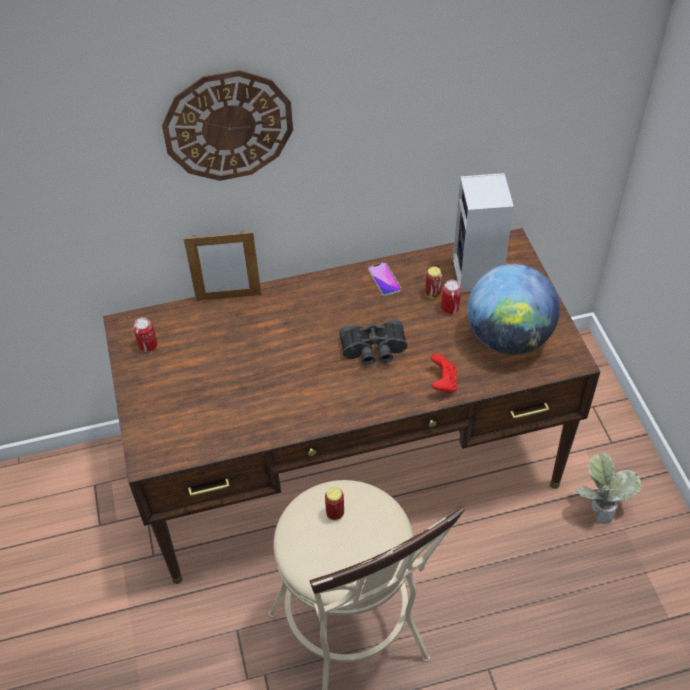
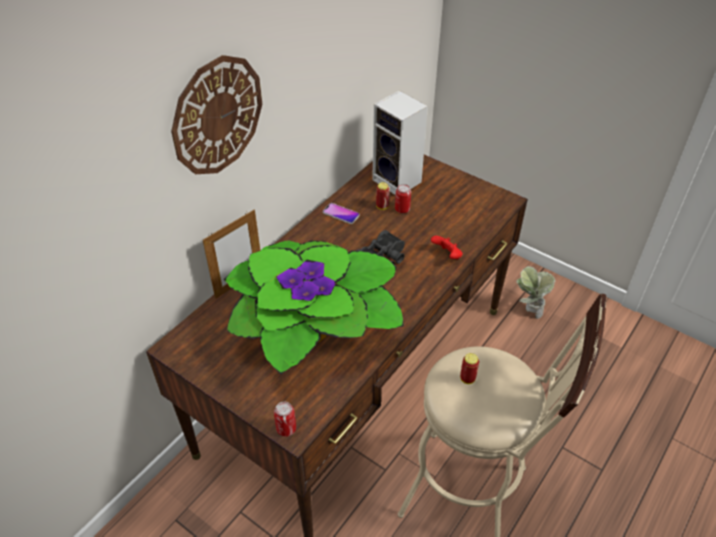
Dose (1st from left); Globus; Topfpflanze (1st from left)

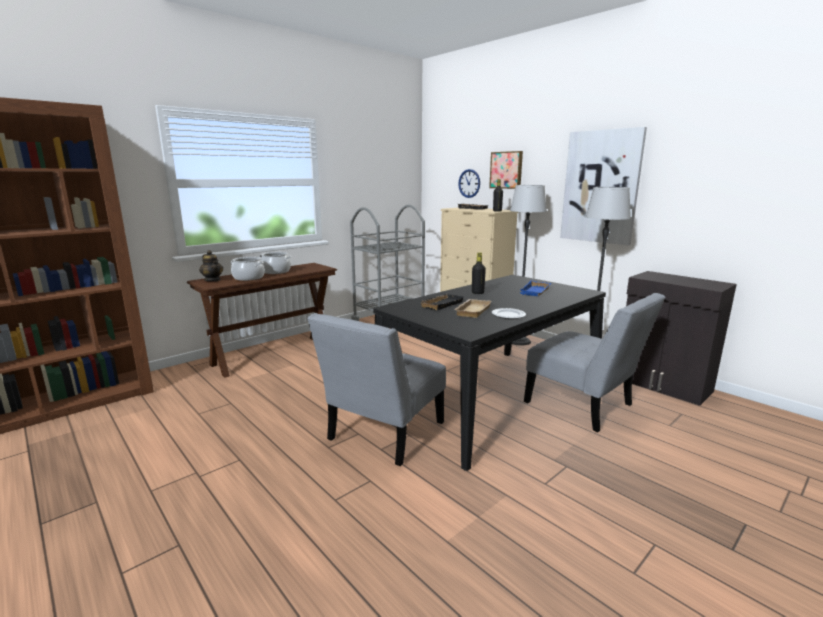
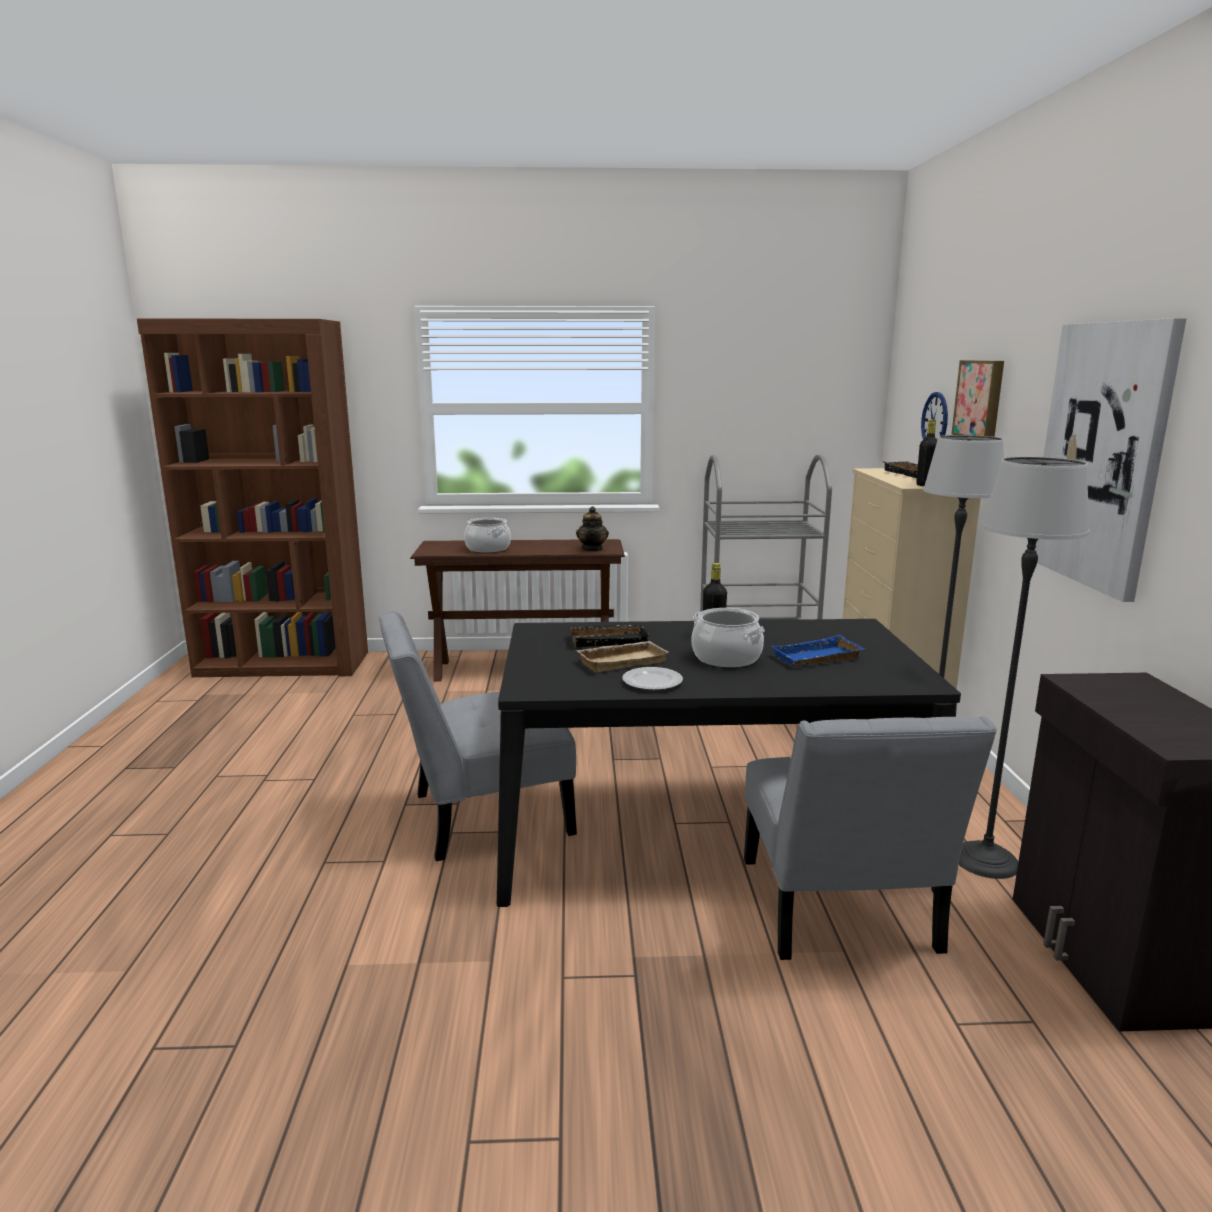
Teekanne; Kochtopf (2nd from left)

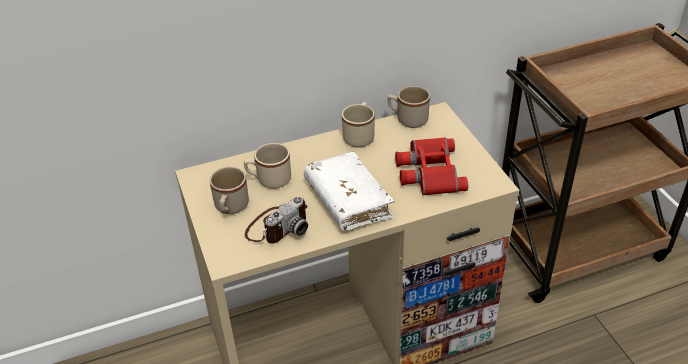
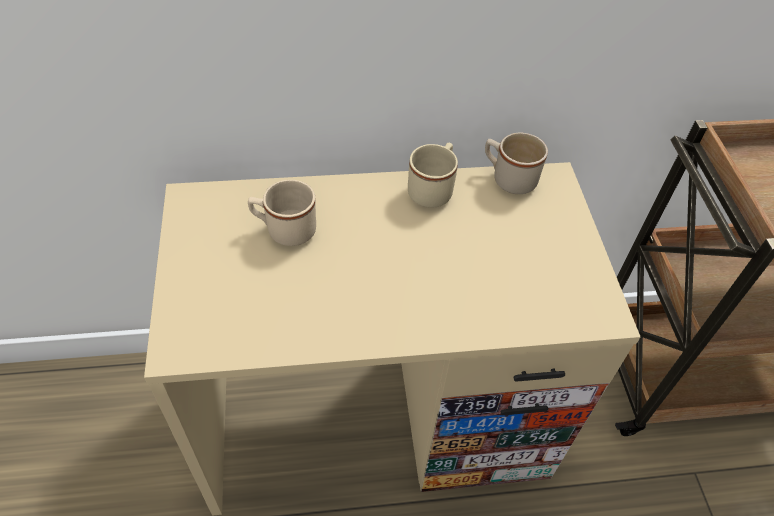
Henkelbecher/beige (1st from left in the first image); Kamera; Buch/weiß; Fernglas/rot

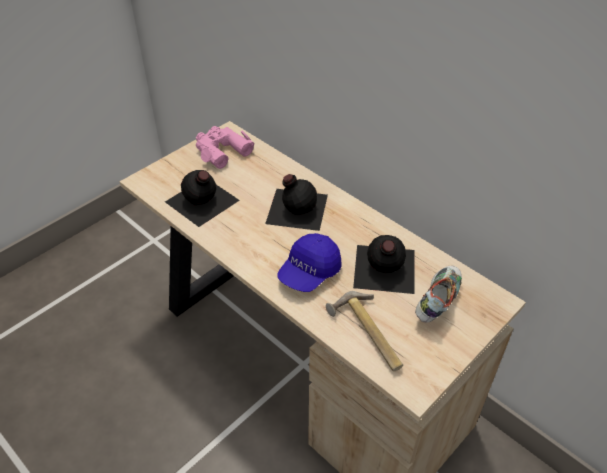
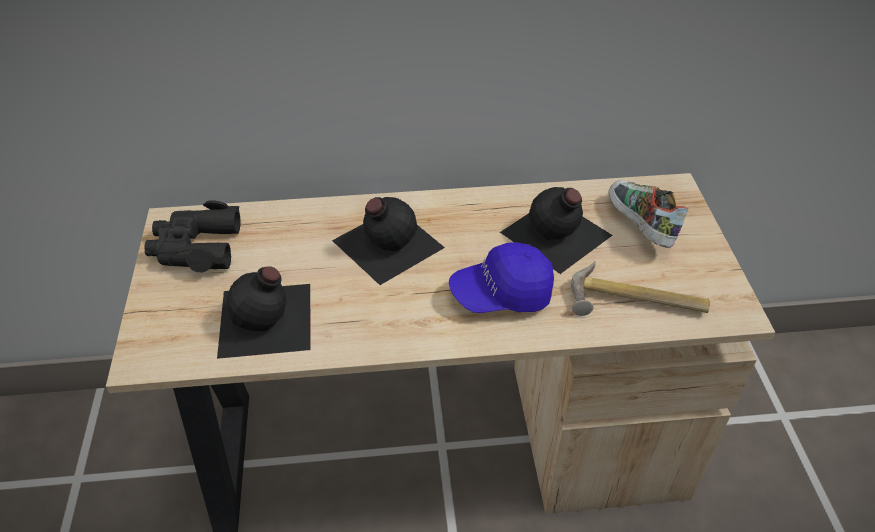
Fernglas/schwarz; Kappe/blau

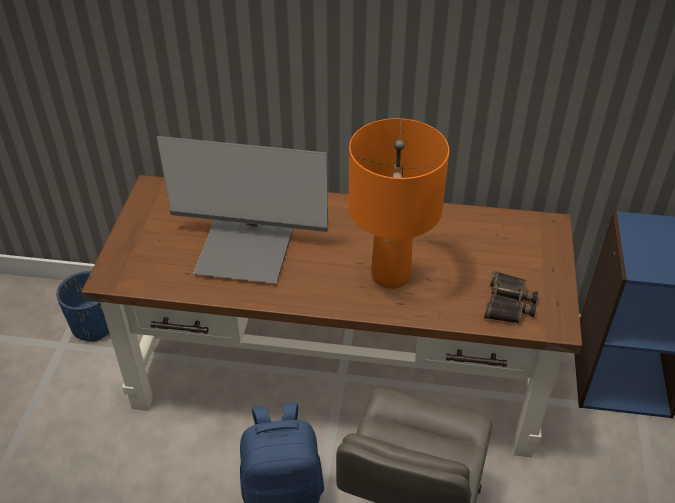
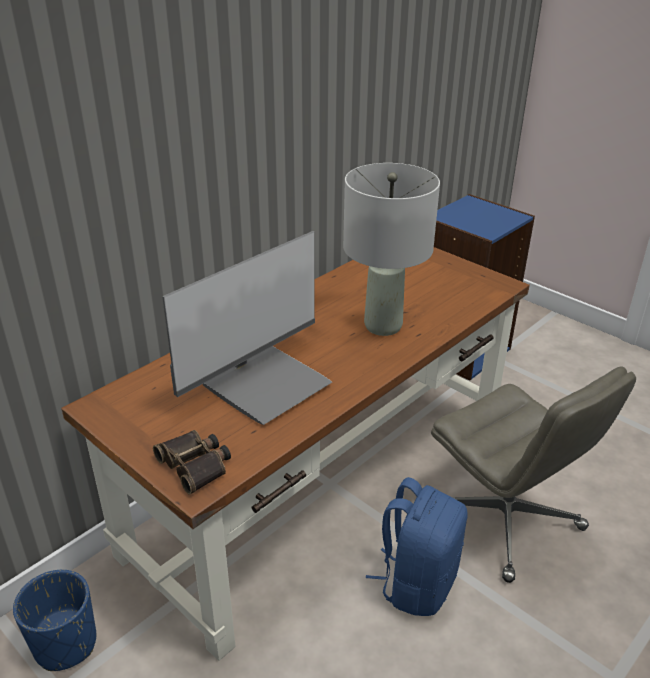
Tischlampe/grau; Fernglas

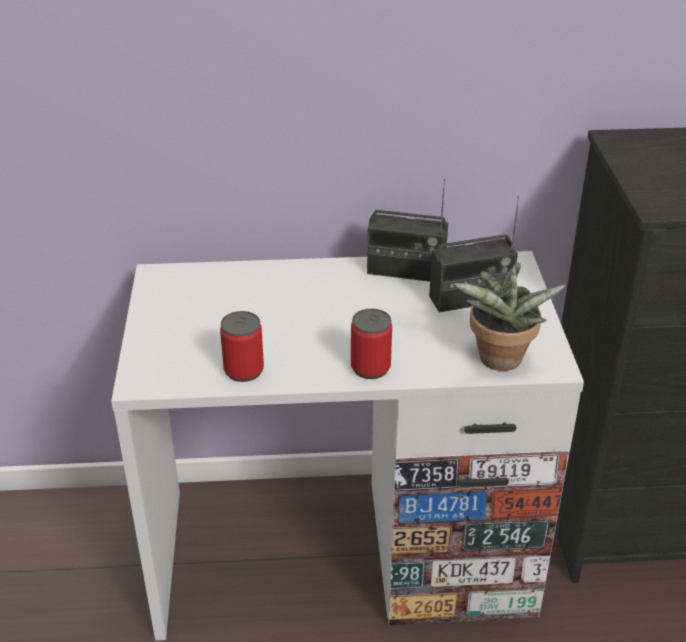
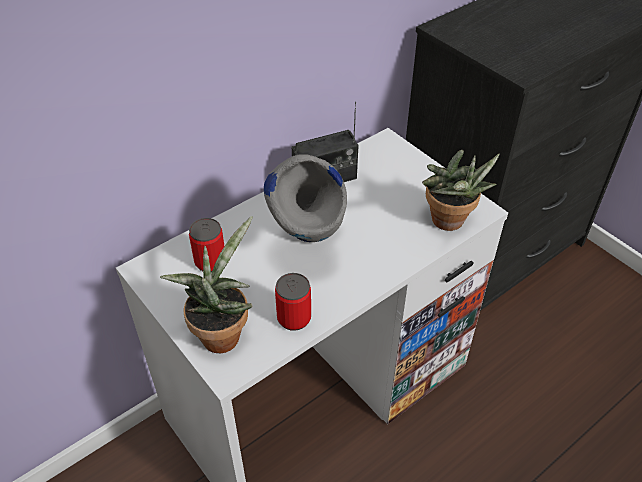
Dose (1st from left); Radio (2nd from left in the first image); Topfpflanze (1st from left); Vase/grau

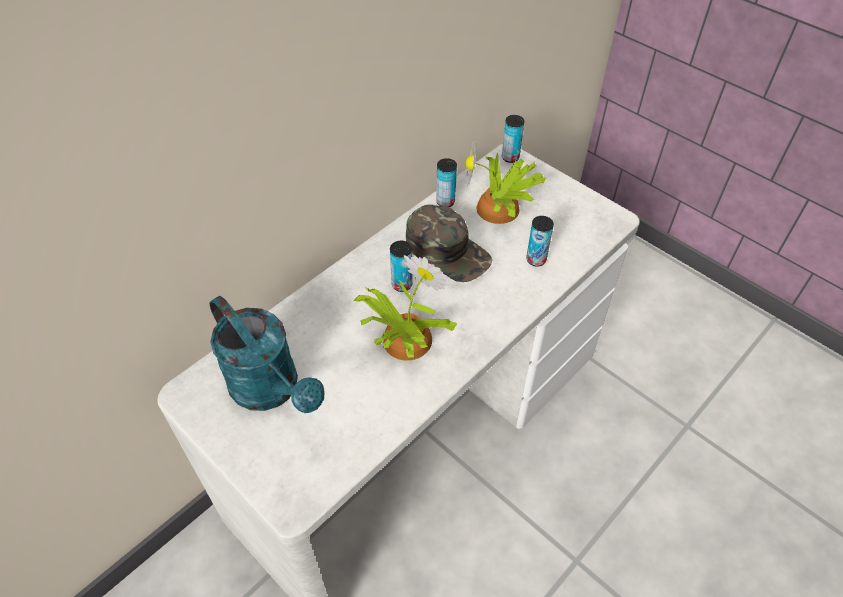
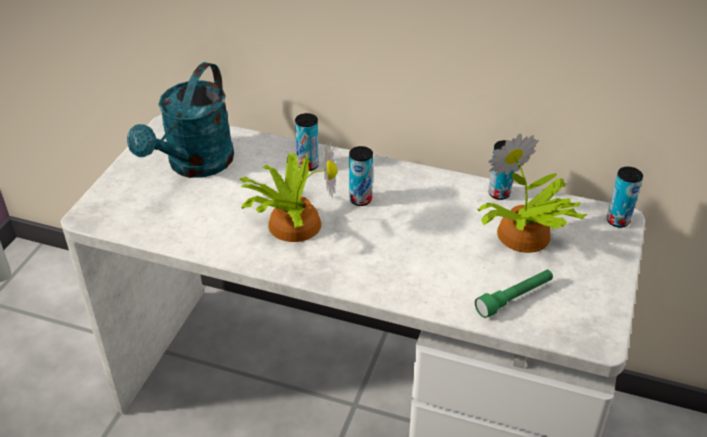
Kappe/grün; Dose (1st from left); Taschenlampe/grün

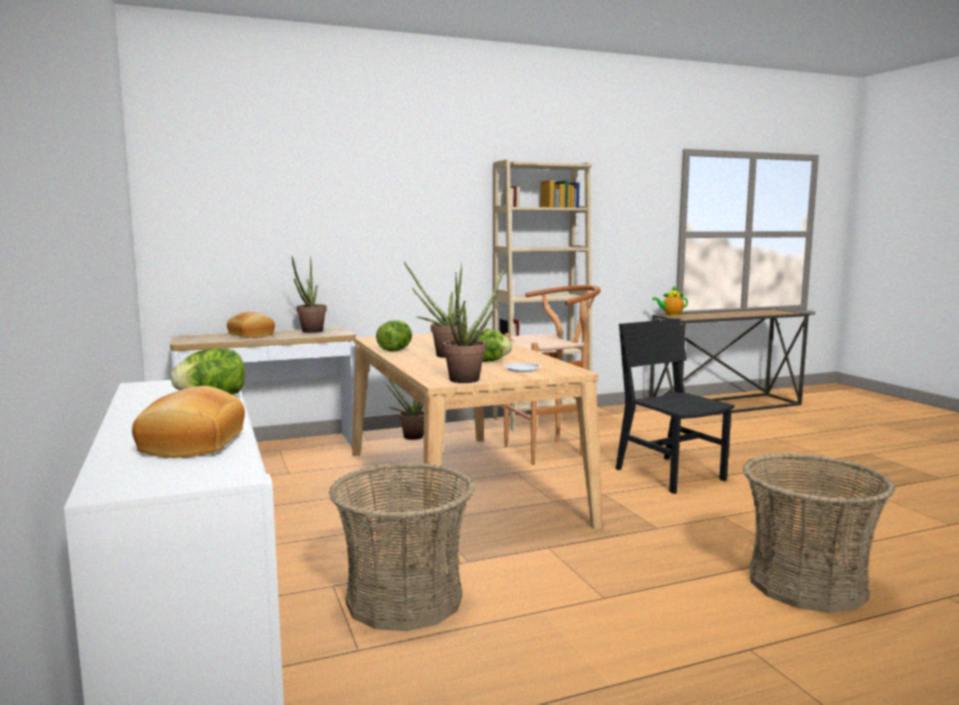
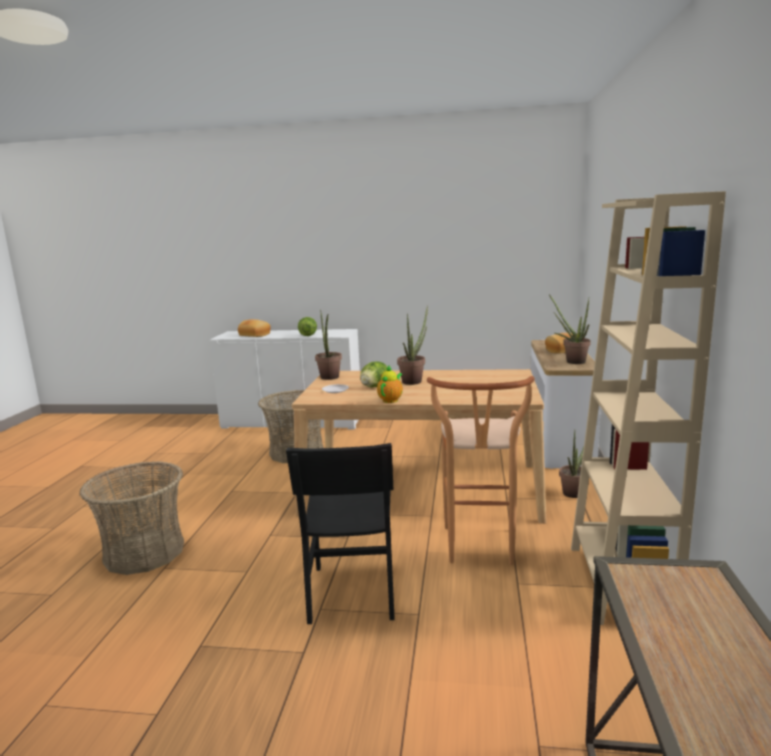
Salatkopf (2nd from left in the first image); Stuhl/schwarz; Teekanne

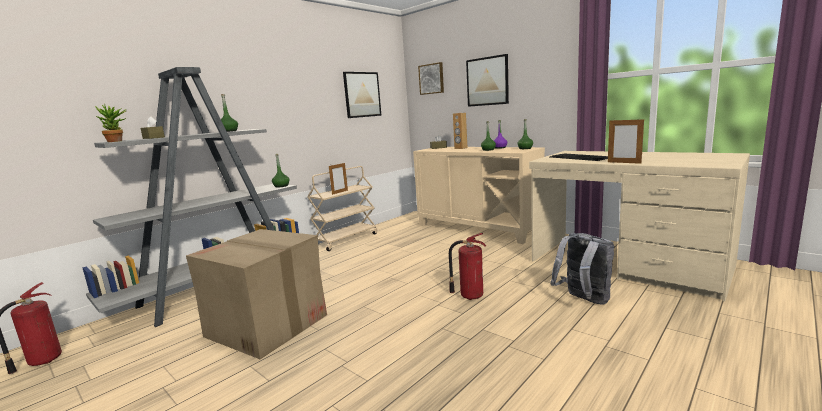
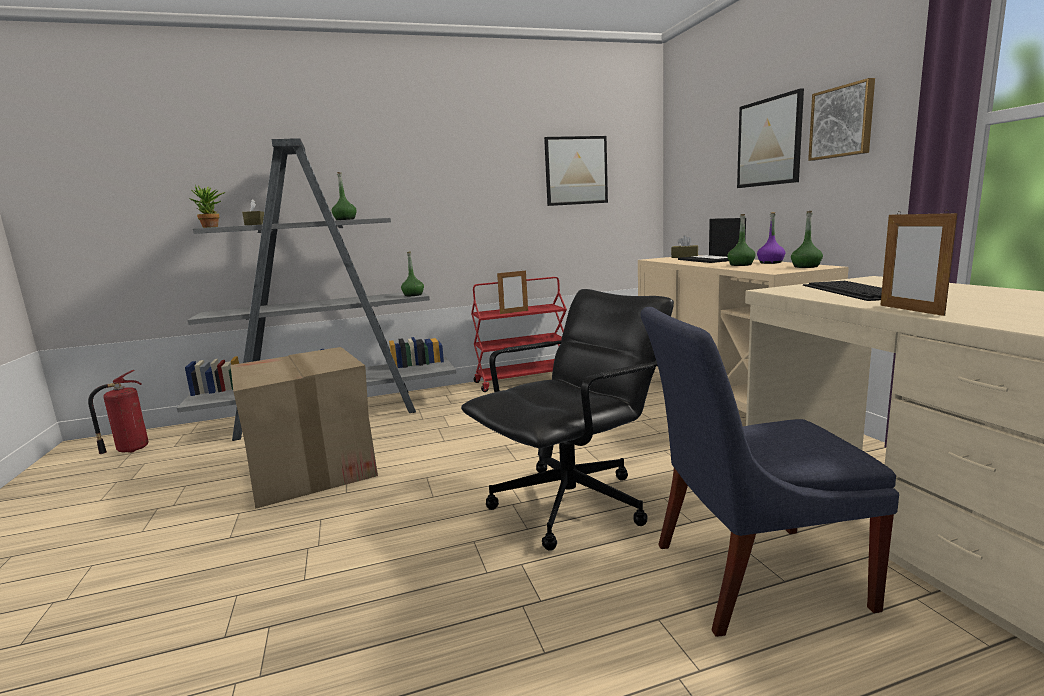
Rollwagen/rot; Bild (3rd from left); Bürostuhl/schwarz; Laptop; Stuhl/blau

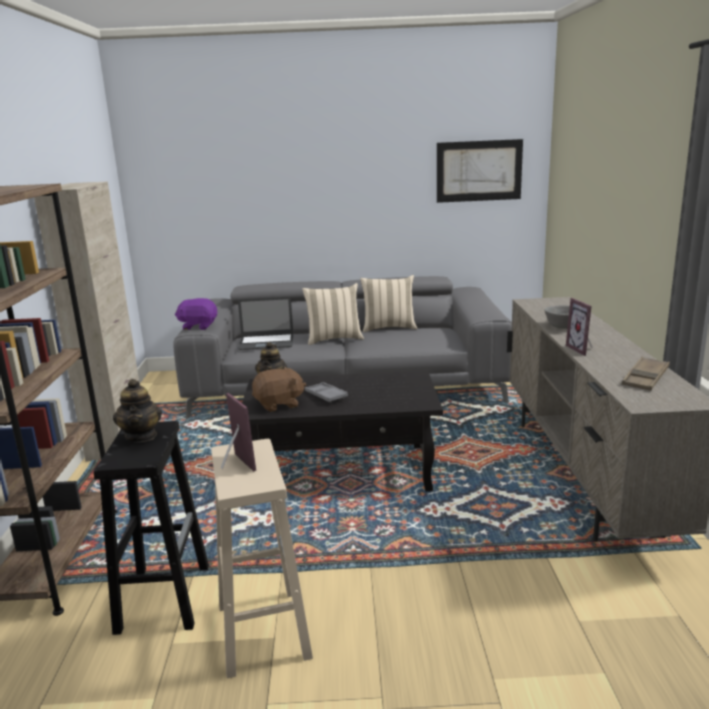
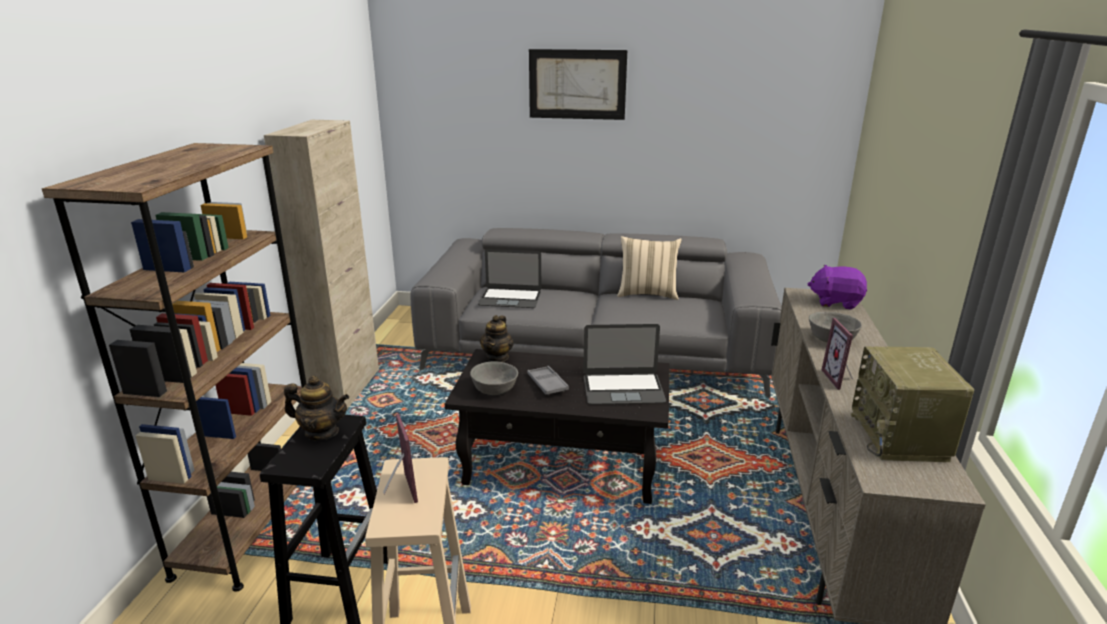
Teekanne (1st from left); Plüschtier/lila; Schüssel/grau (1st from left); Kissen/beige (1st from left in the first image); Bild; Radio; Laptop (2nd from left)

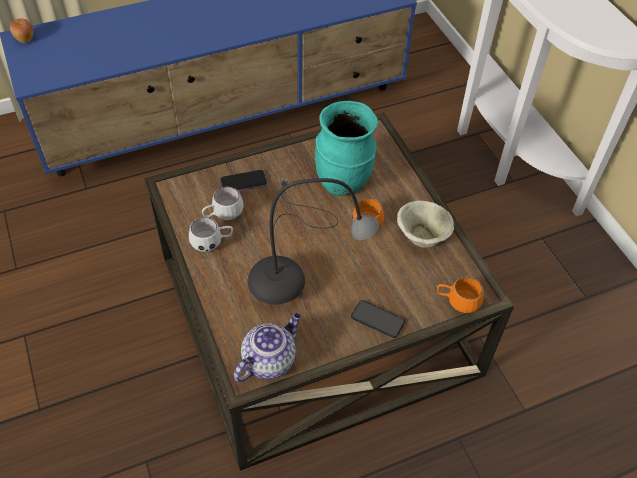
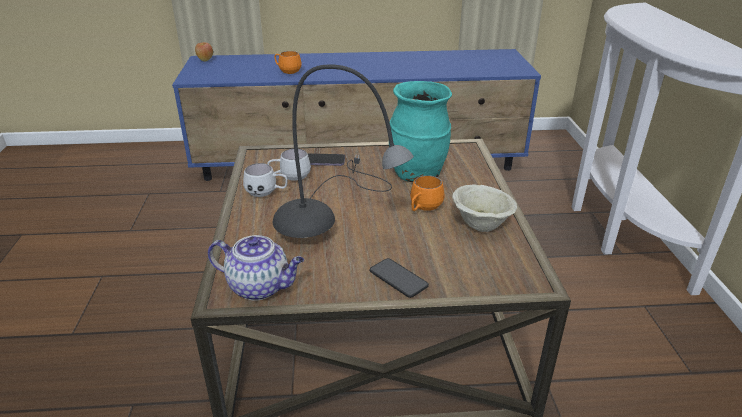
Teekanne; Henkelbecher/orange (1st from left)

